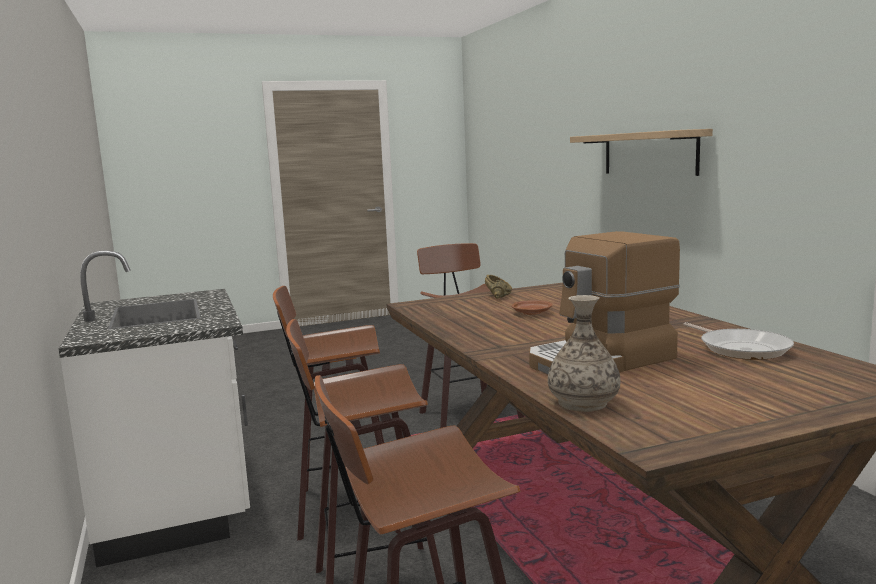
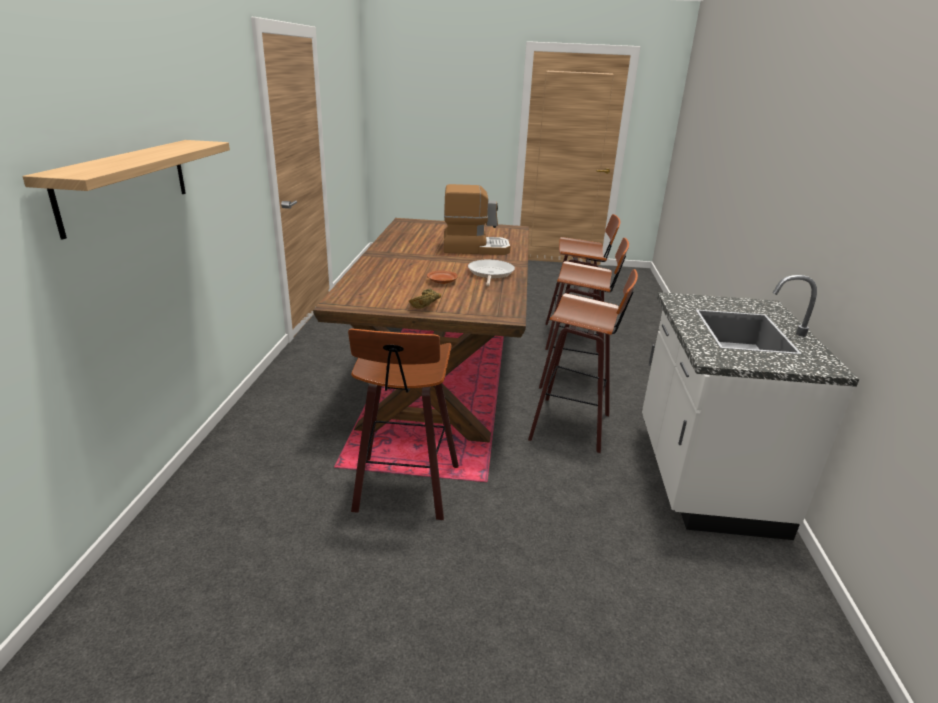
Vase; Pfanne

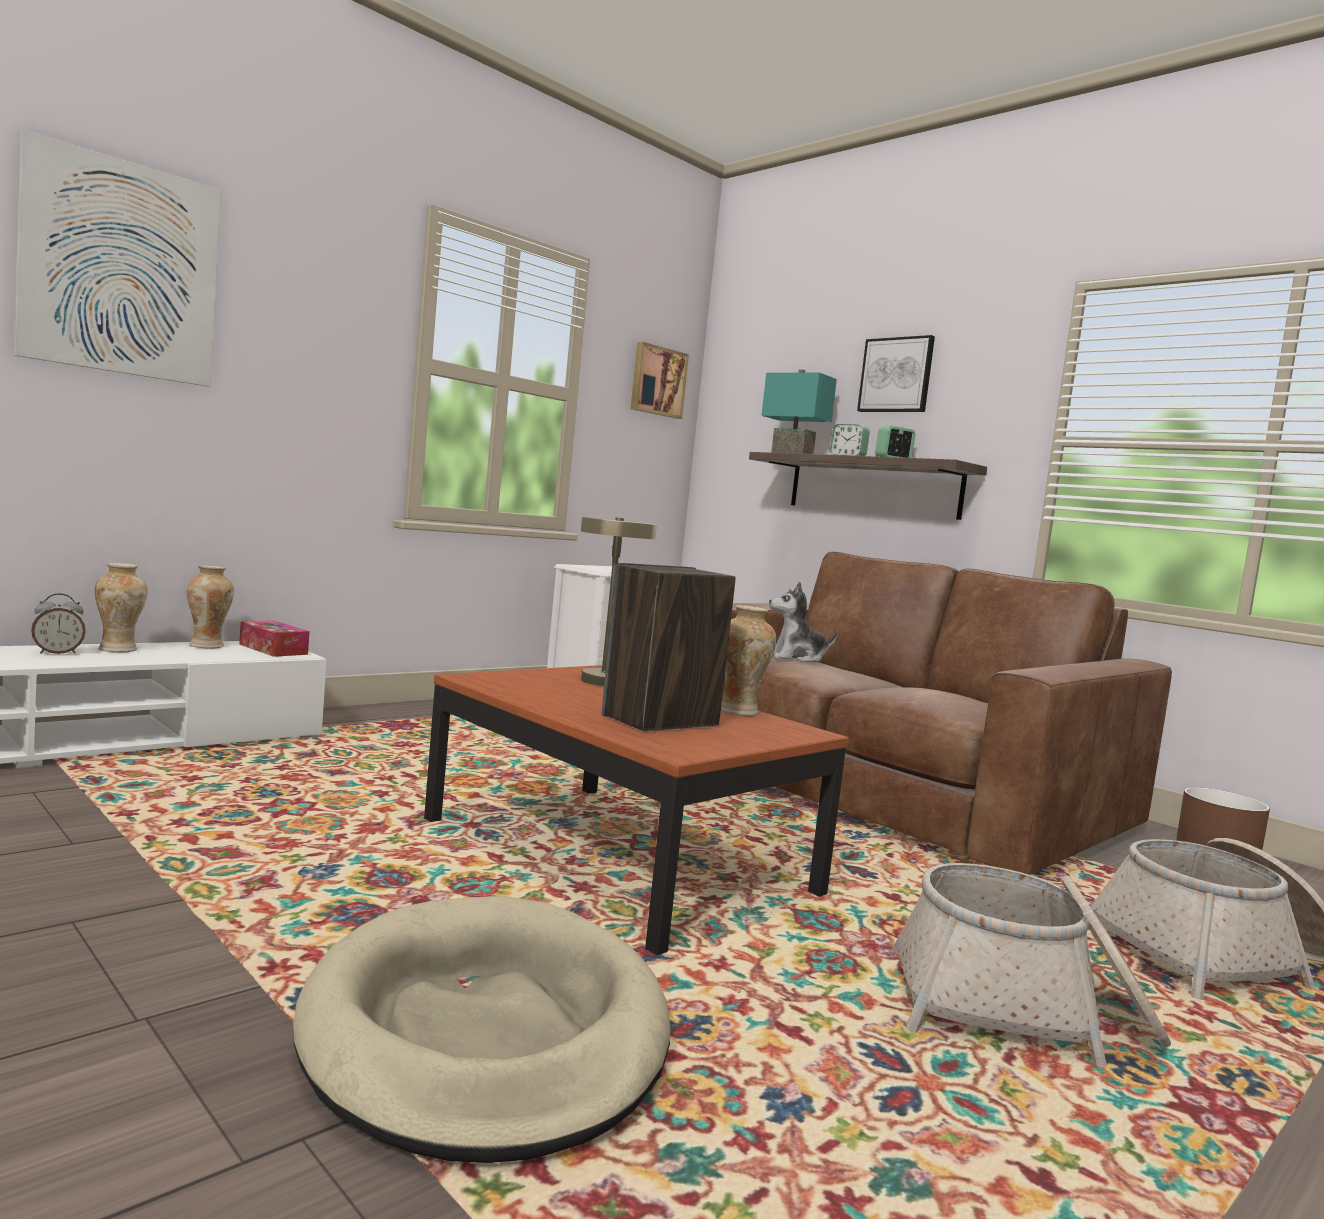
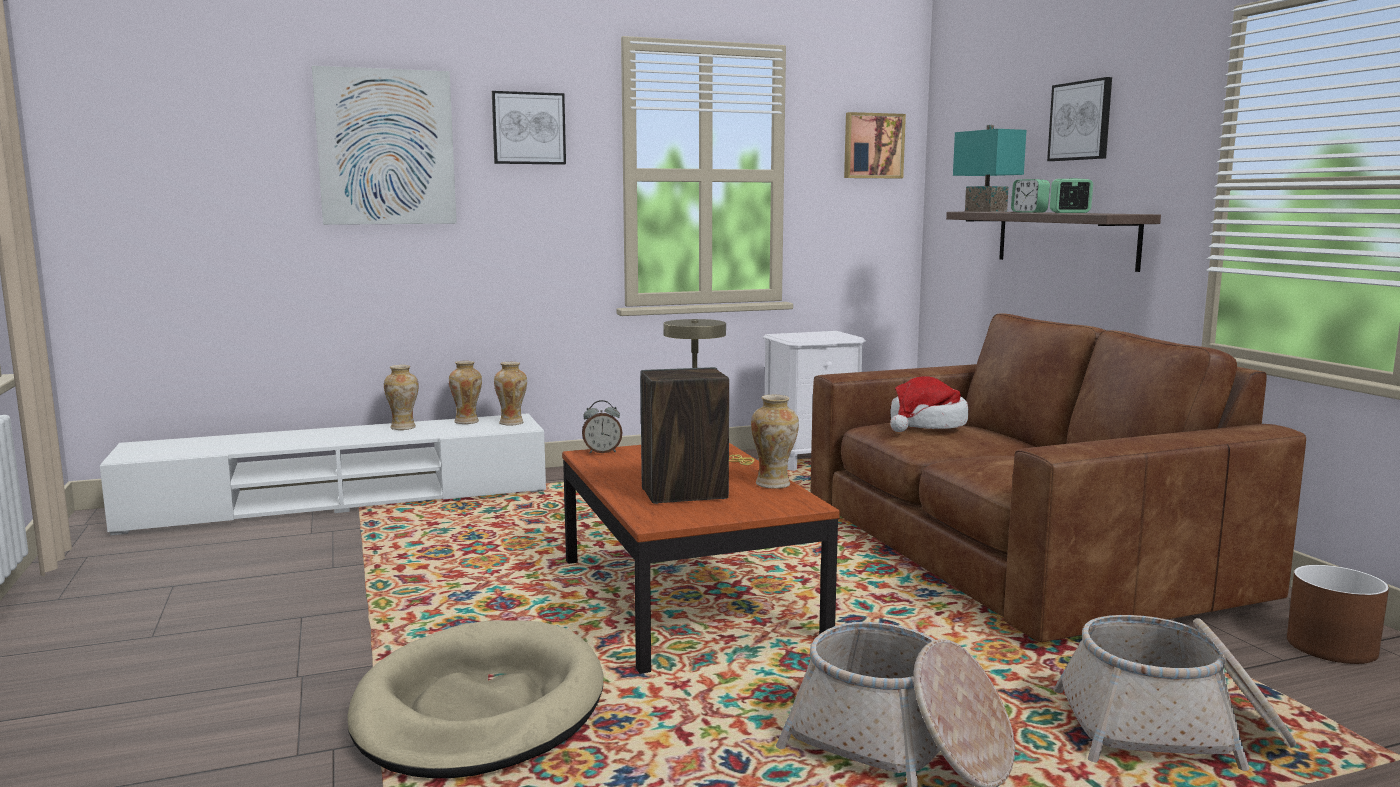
Wecker (1st from left); Vase (3rd from left); Hut; Bild (2nd from left)

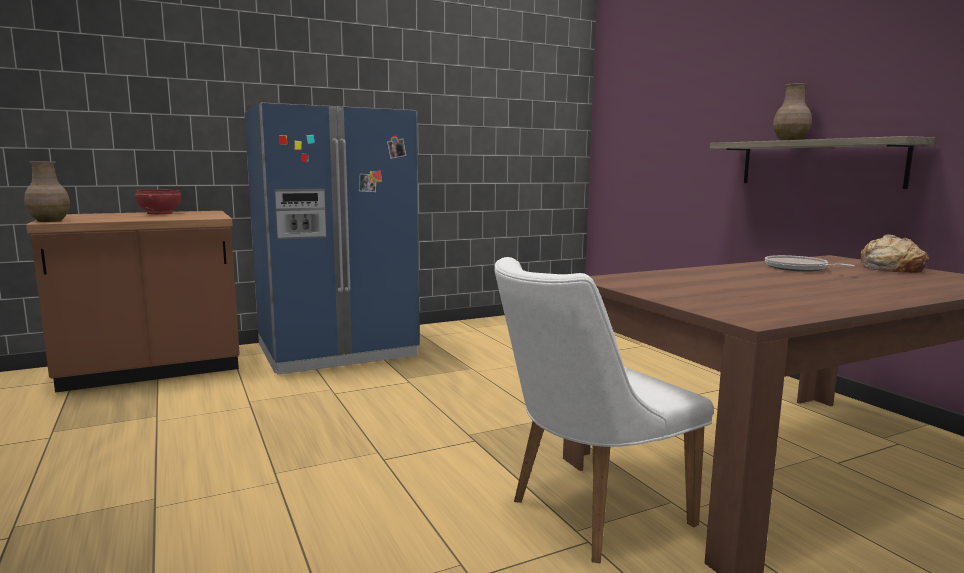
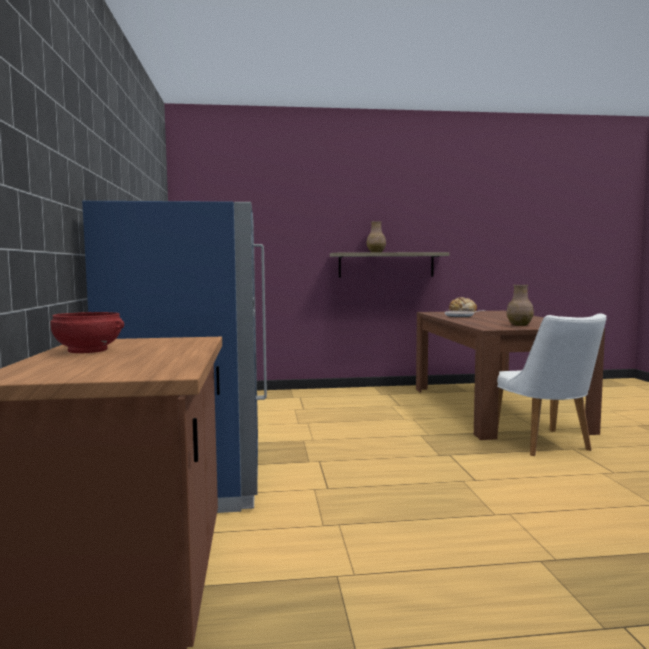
Vase/braun (2nd from left)

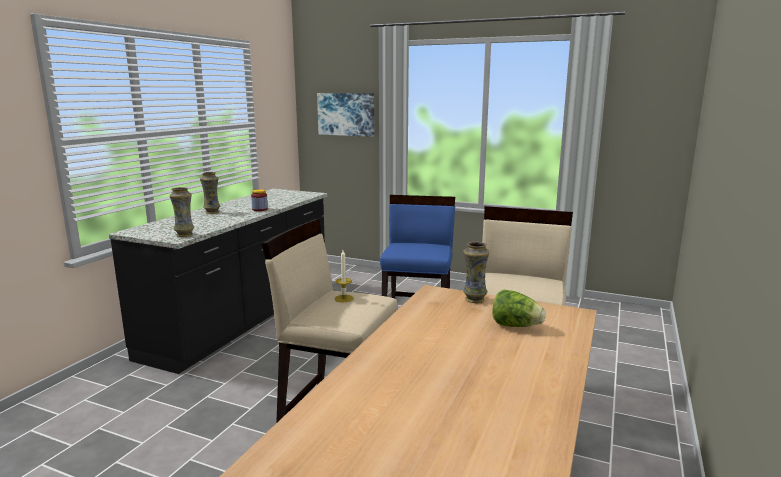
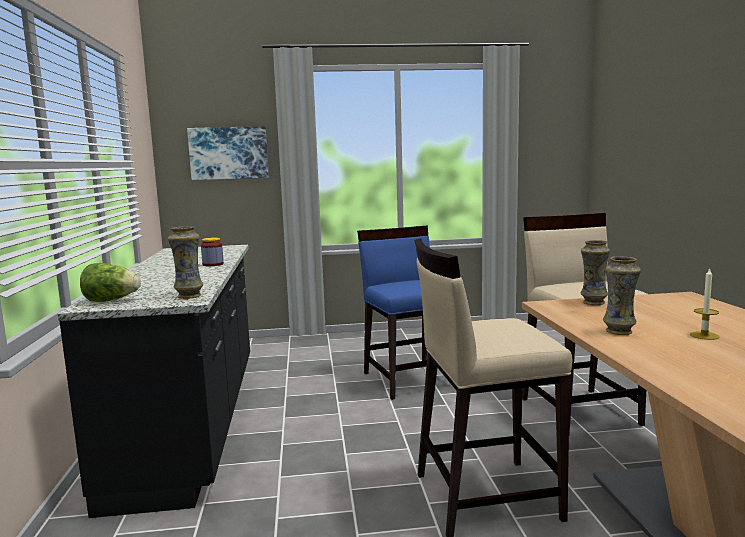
Vase (3rd from left); Kerze; Salatkopf

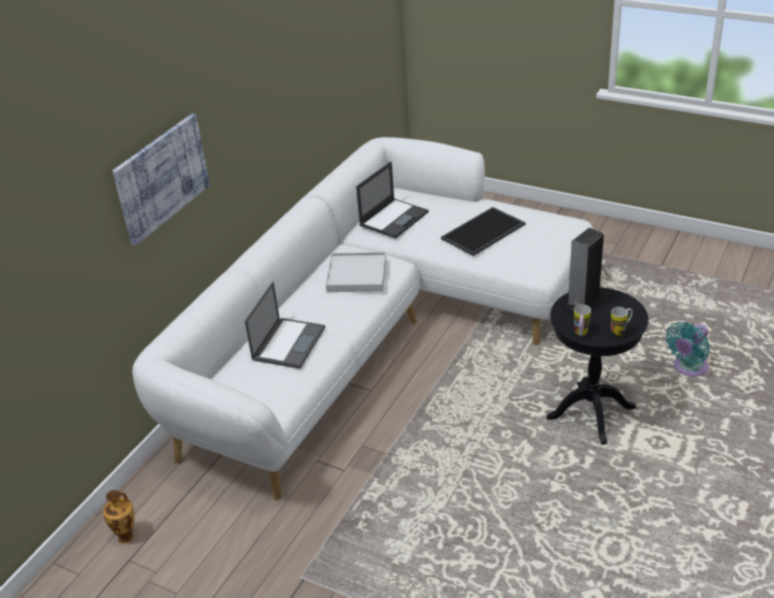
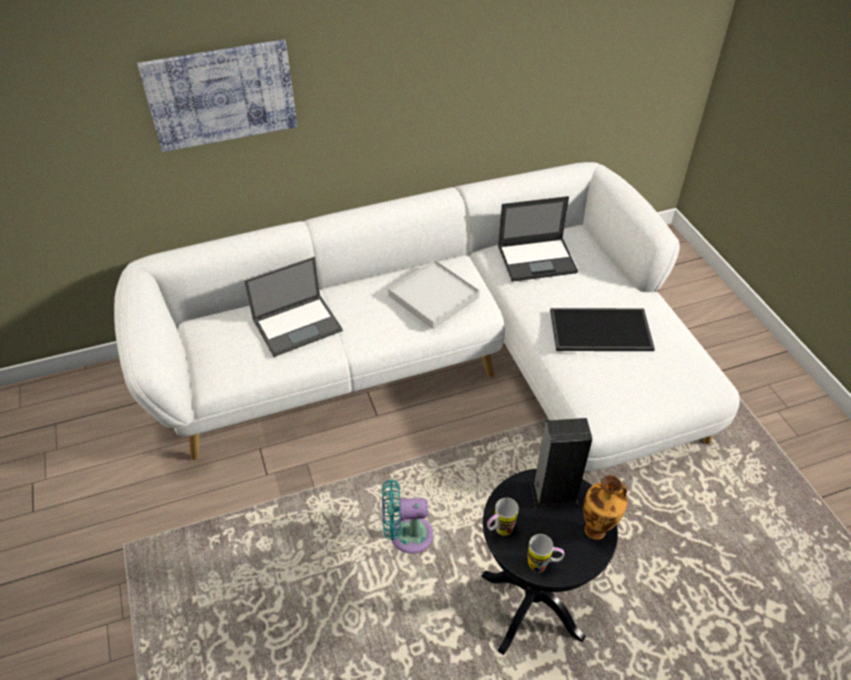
Vase; Ventilator/türkis

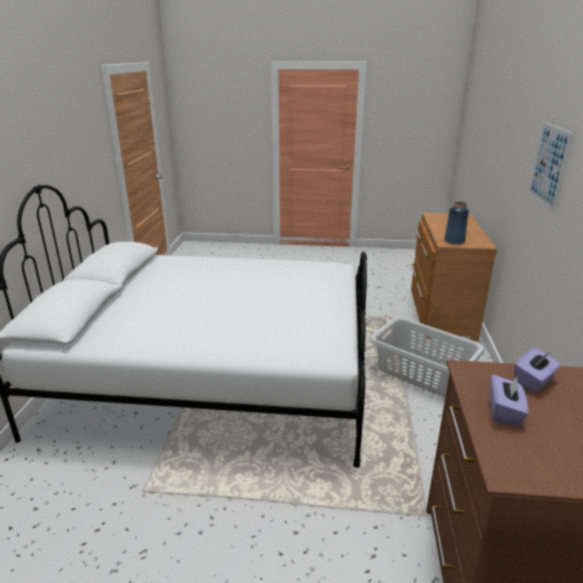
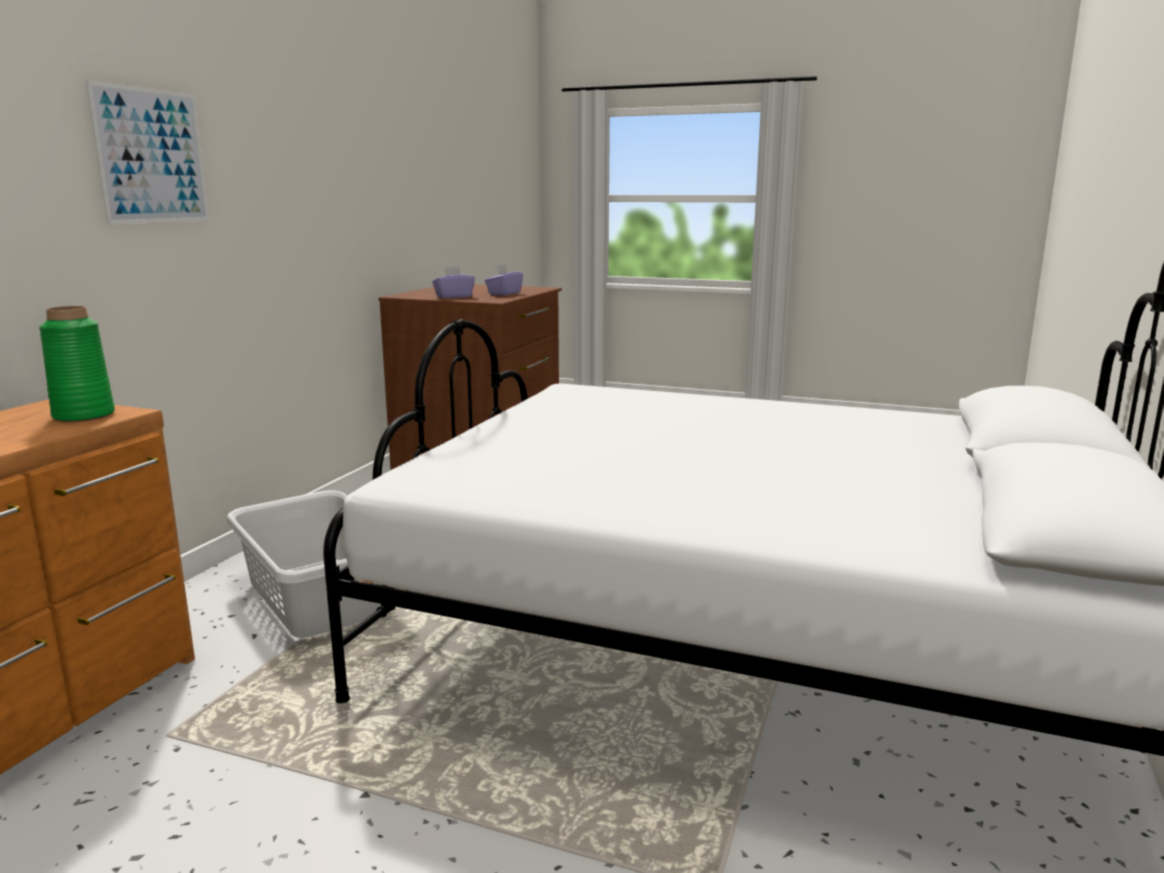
Vase/grün

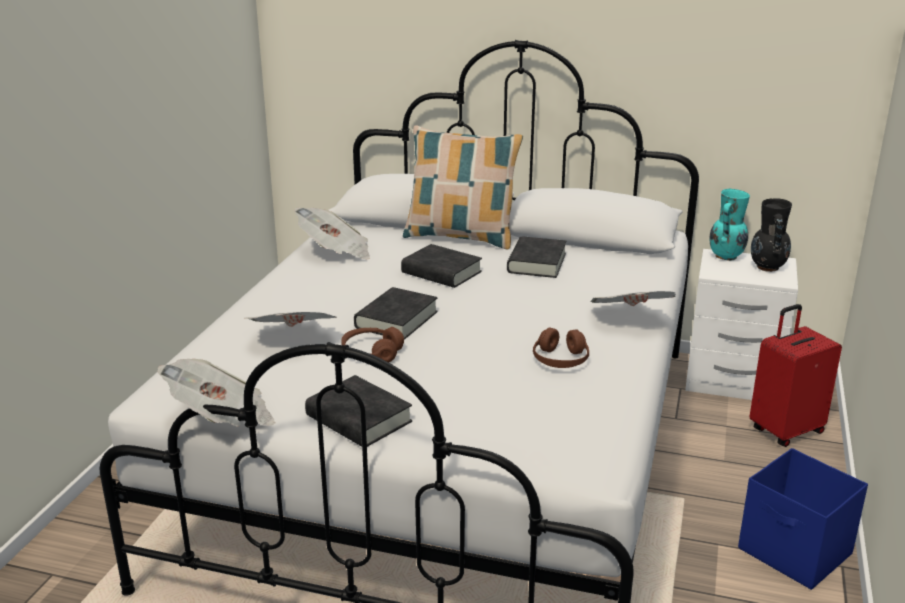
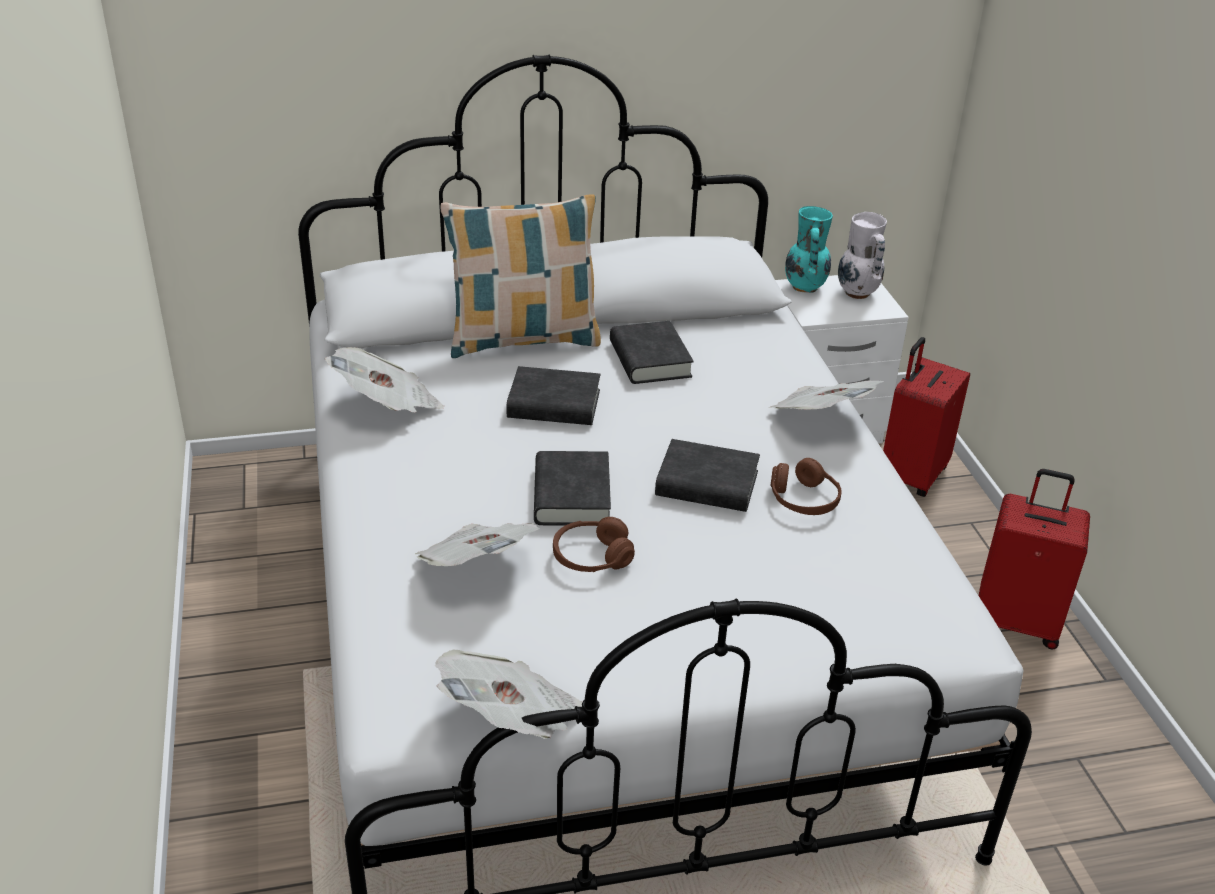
Buch/schwarz (4th from left); Koffer/rot (2nd from left); Vase/weiß

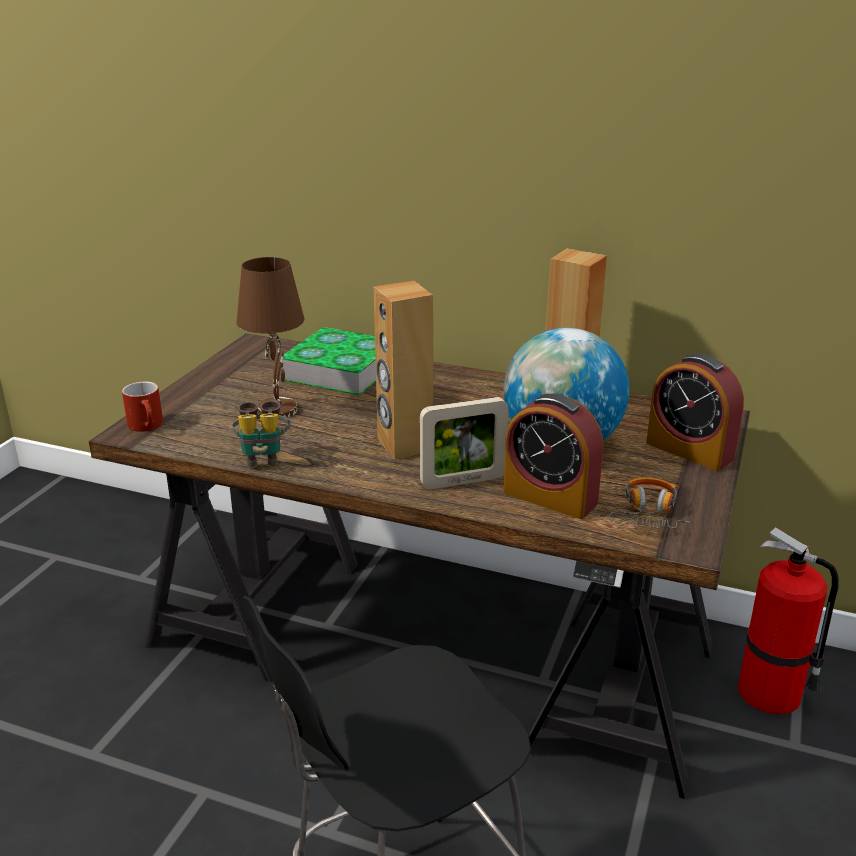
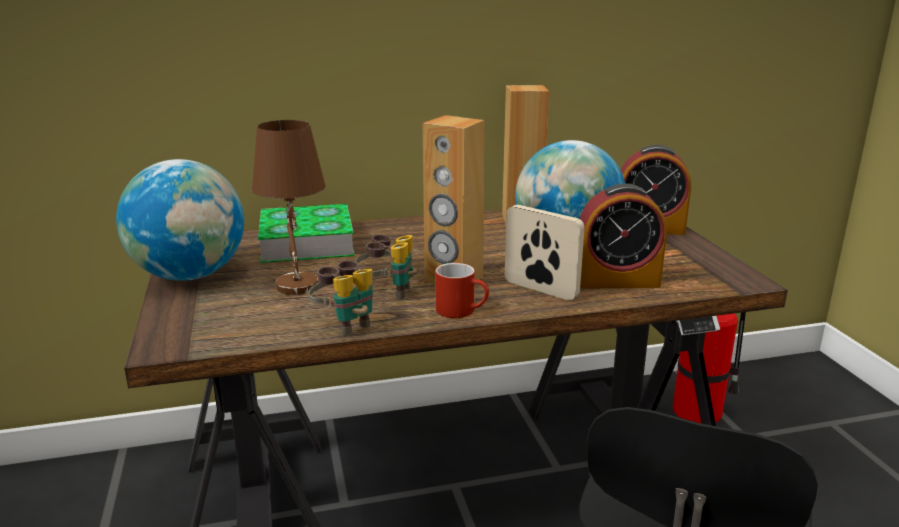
Henkelbecher/rot; Bilderrahmen; Kopfhörer; Globus (1st from left); Fernglas (2nd from left)

